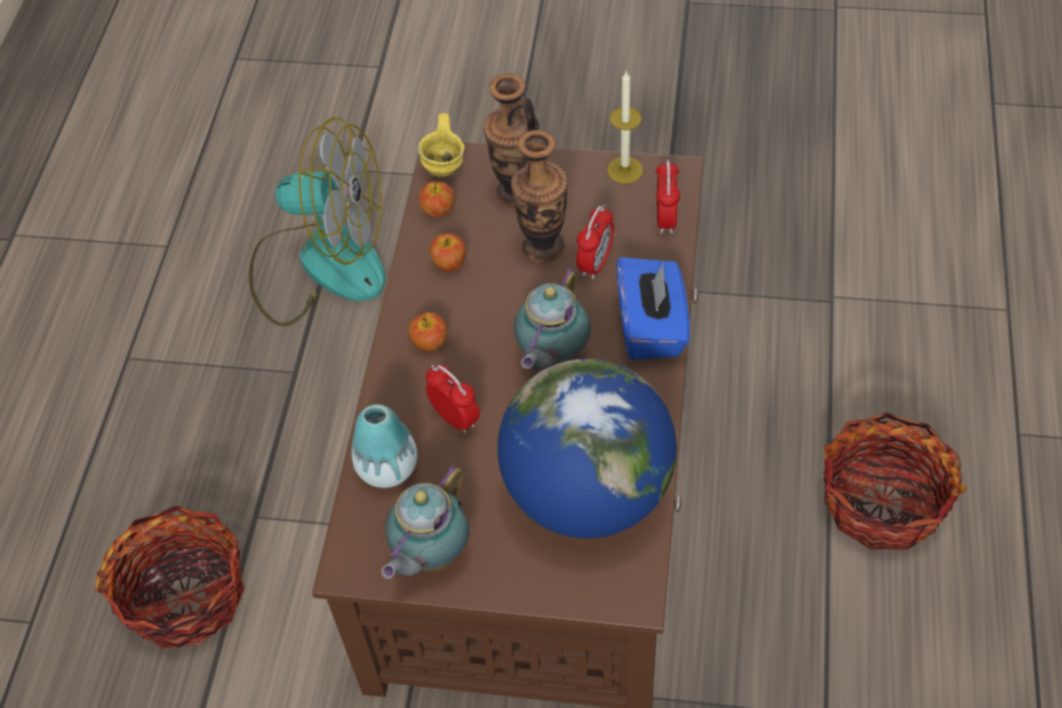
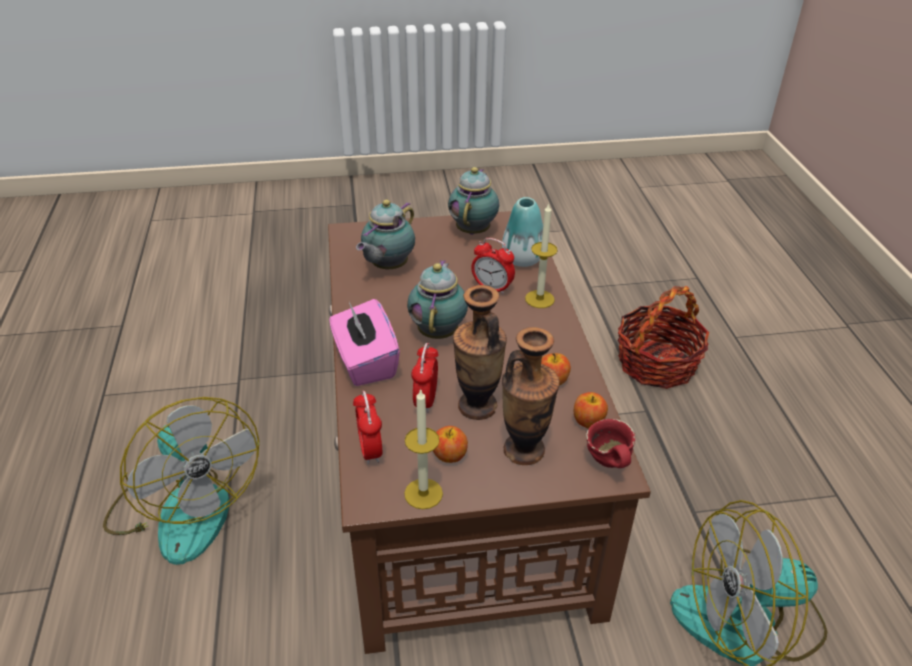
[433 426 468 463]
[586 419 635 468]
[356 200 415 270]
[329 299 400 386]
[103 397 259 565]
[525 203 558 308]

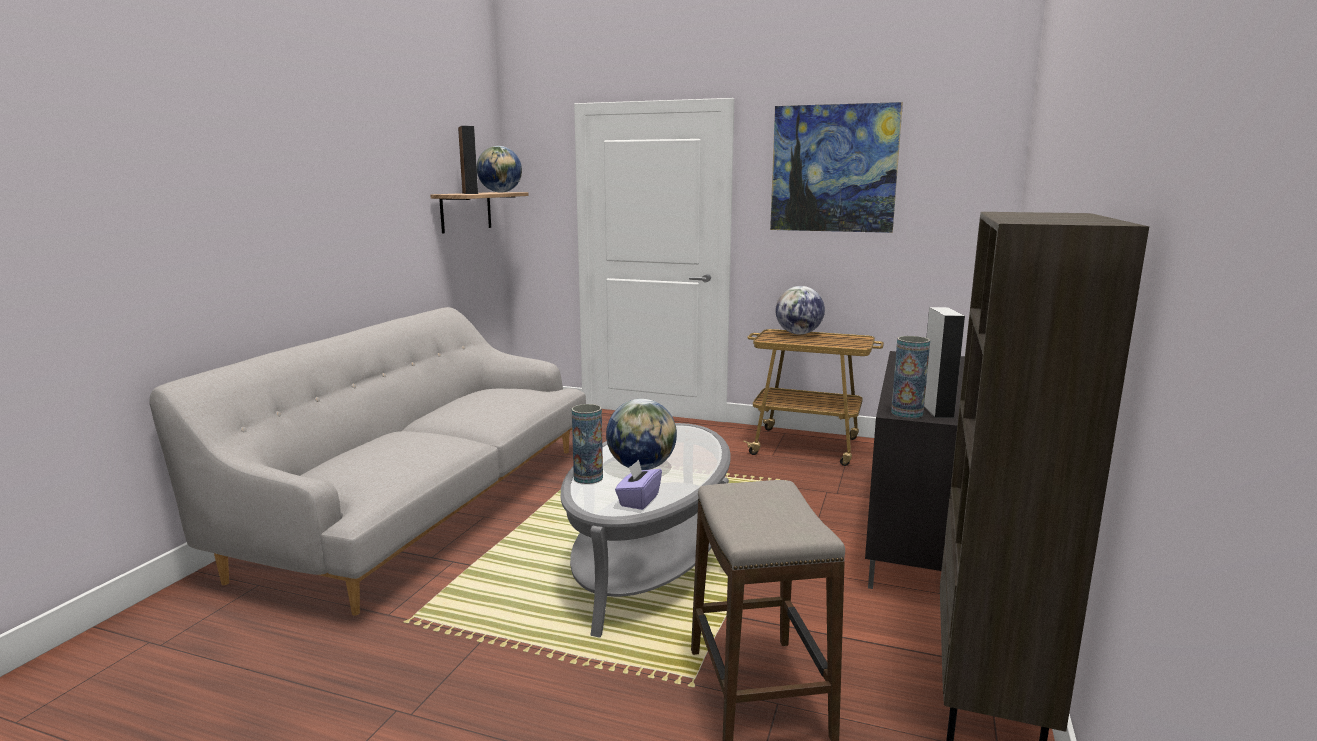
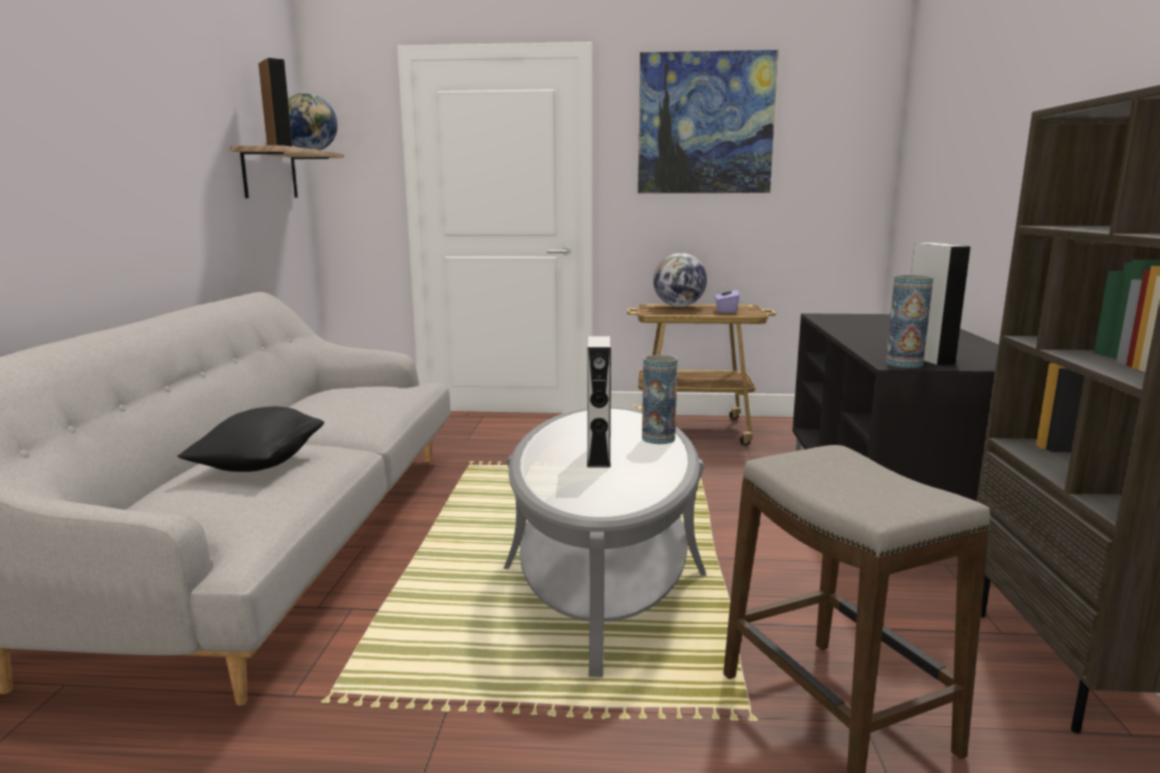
[642 355 678 444]
[587 336 611 467]
[715 286 740 313]
[178 406 324 472]

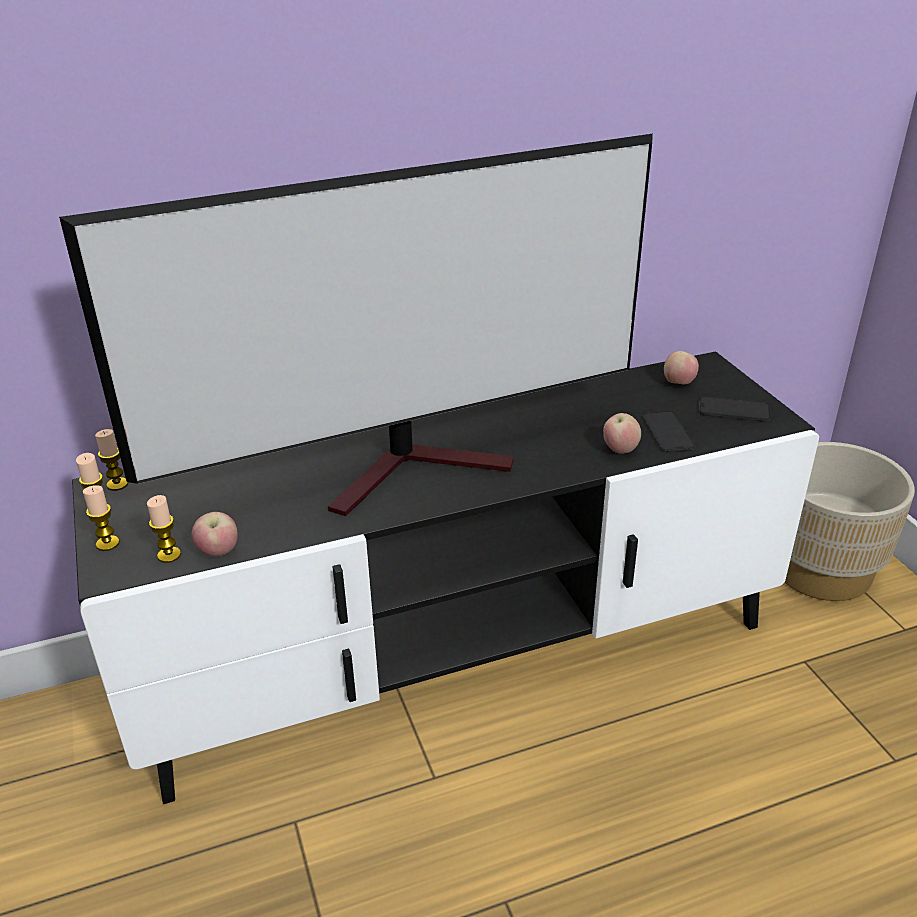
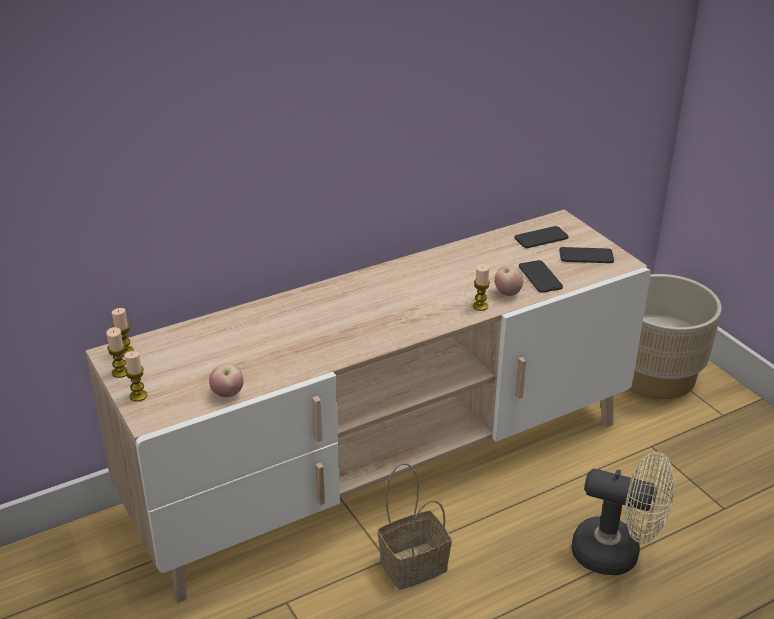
[59 134 653 516] (first image)
[85 210 651 603]
[473 264 490 311]
[514 226 569 248]
[378 463 452 590]
[571 452 674 575]

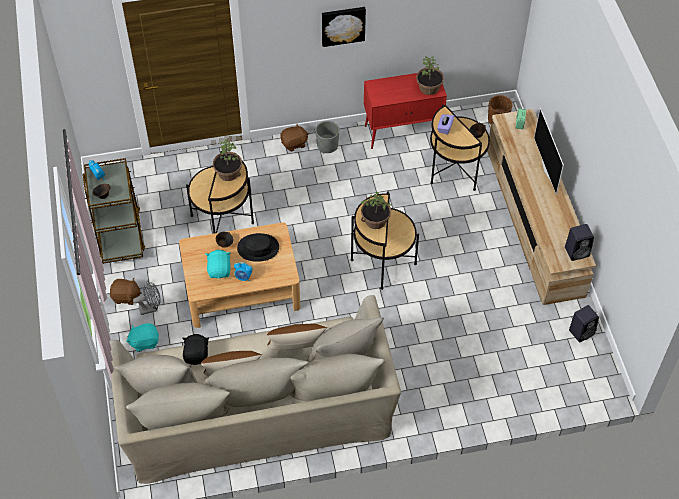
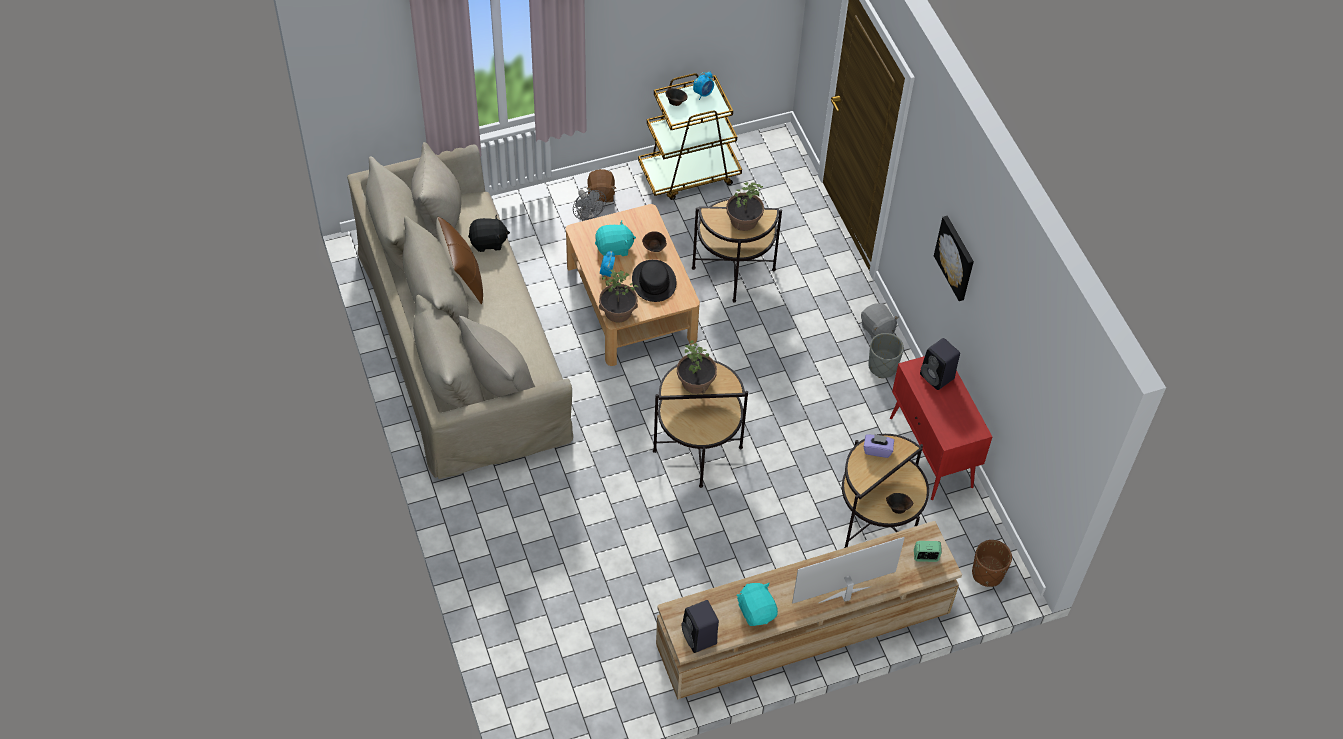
[736 583 778 626]
[267 324 327 350] (first image)
[861 303 899 339]
[599 270 638 323]
[920 338 960 390]

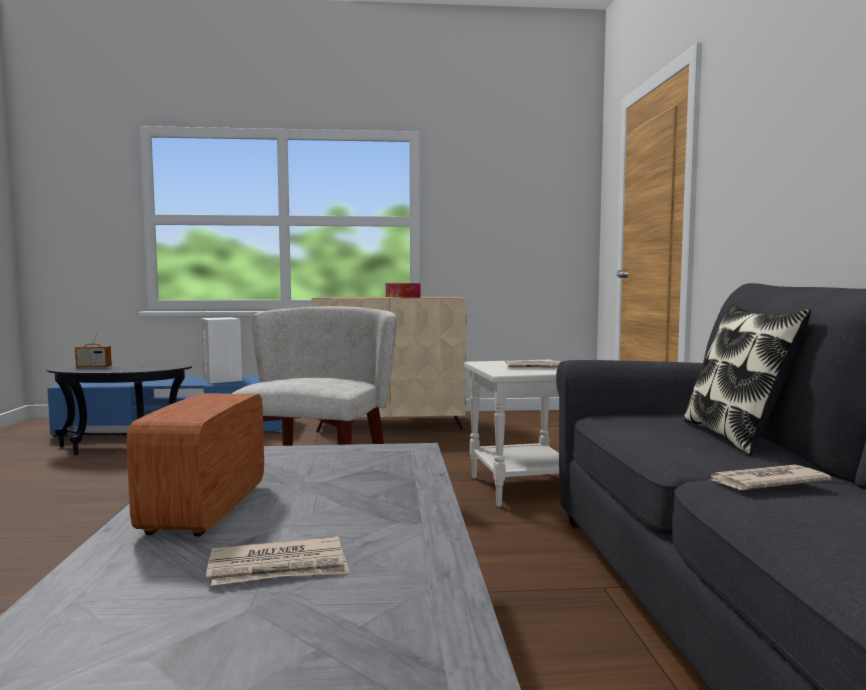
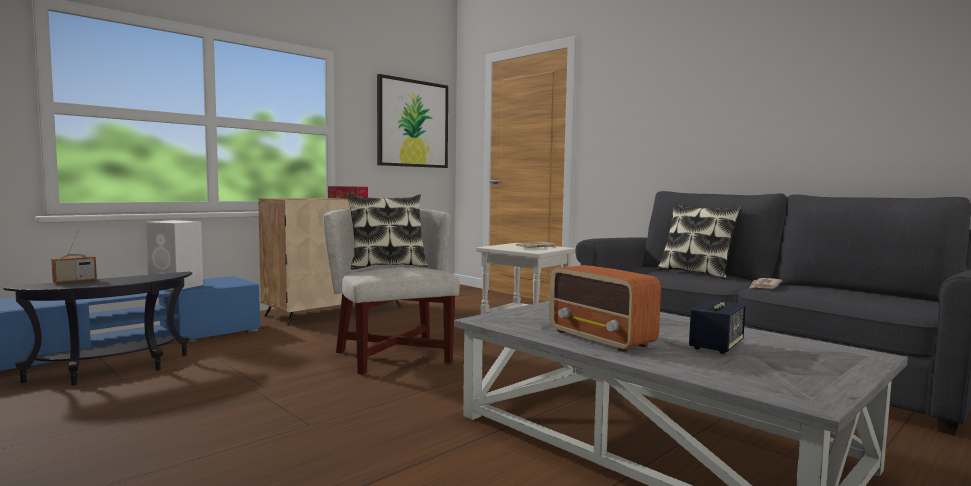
[689 300 746 354]
[347 194 428 270]
[377 74 448 168]

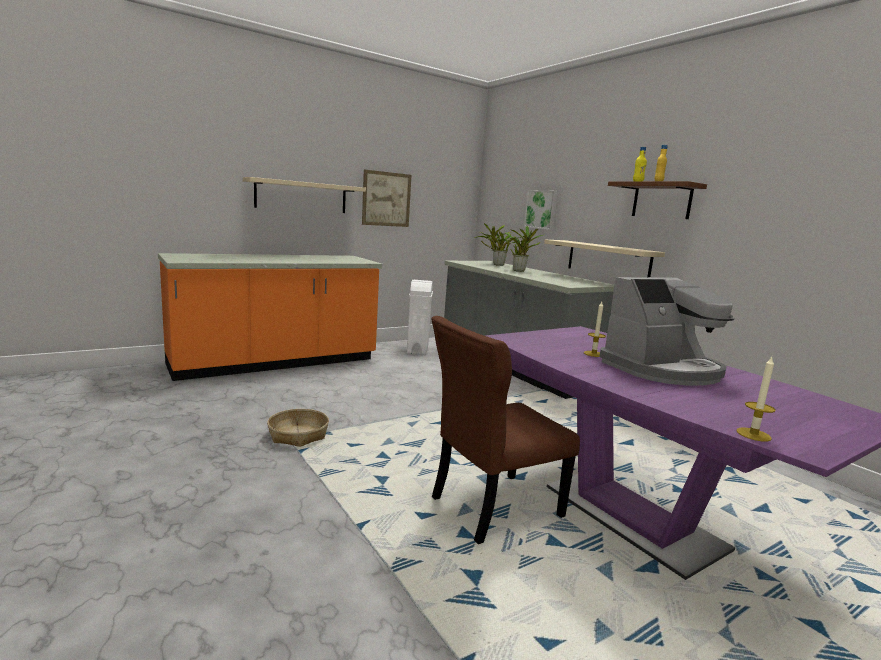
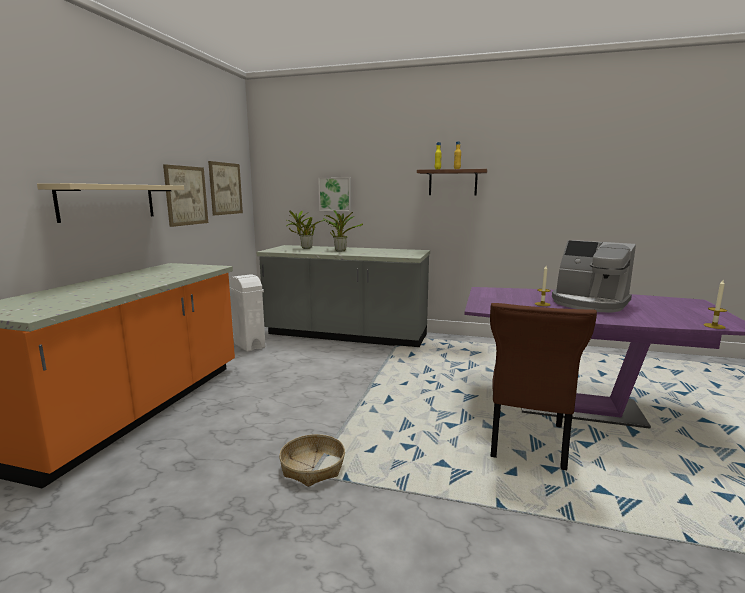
[544 240 665 278] (first image)
[552 240 636 313]
[208 161 243 215]

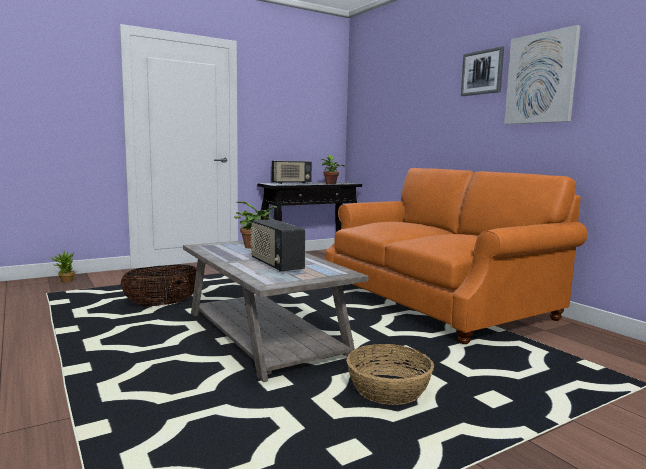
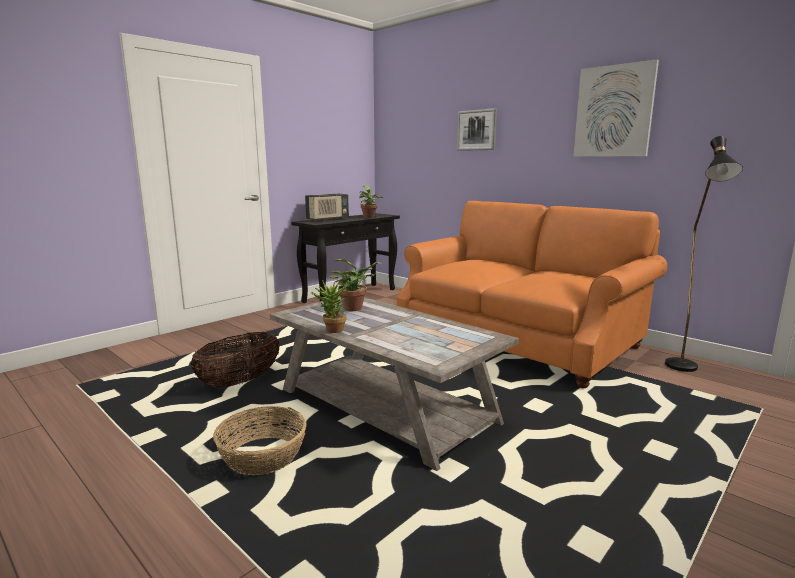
[310 280 347 333]
[250 219 306 272] (first image)
[213 406 307 475]
[457 108 497 151]
[665 136 743 372]

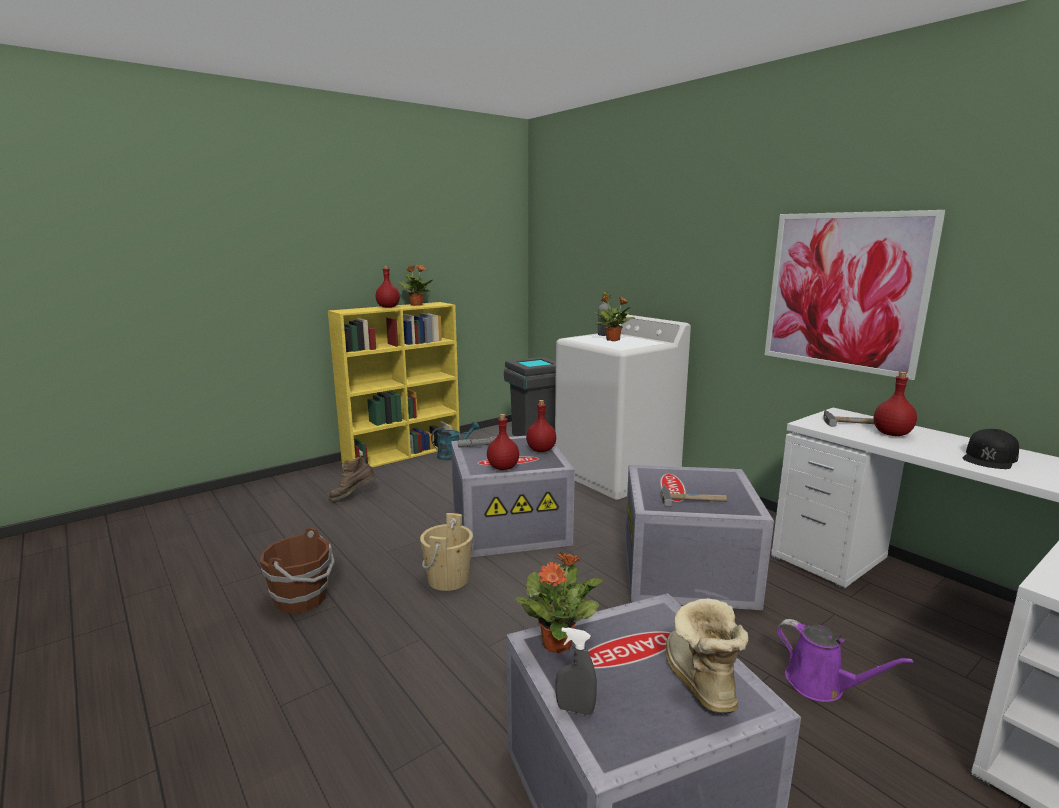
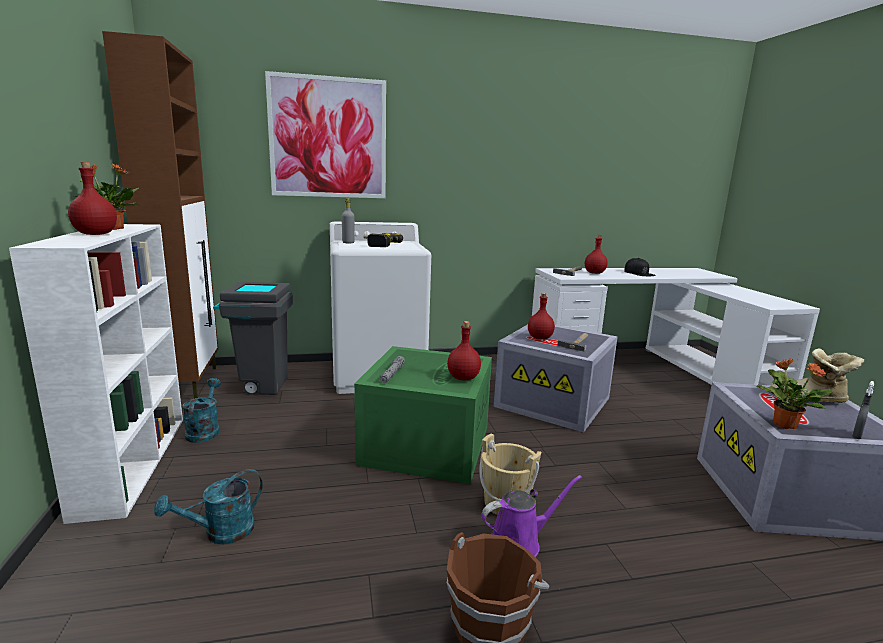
[9 224 183 524]
[154 469 263 544]
[354 346 492 484]
[528 293 555 340]
[364 233 403 247]
[265 71 386 198]
[482 475 582 557]
[102 31 218 399]

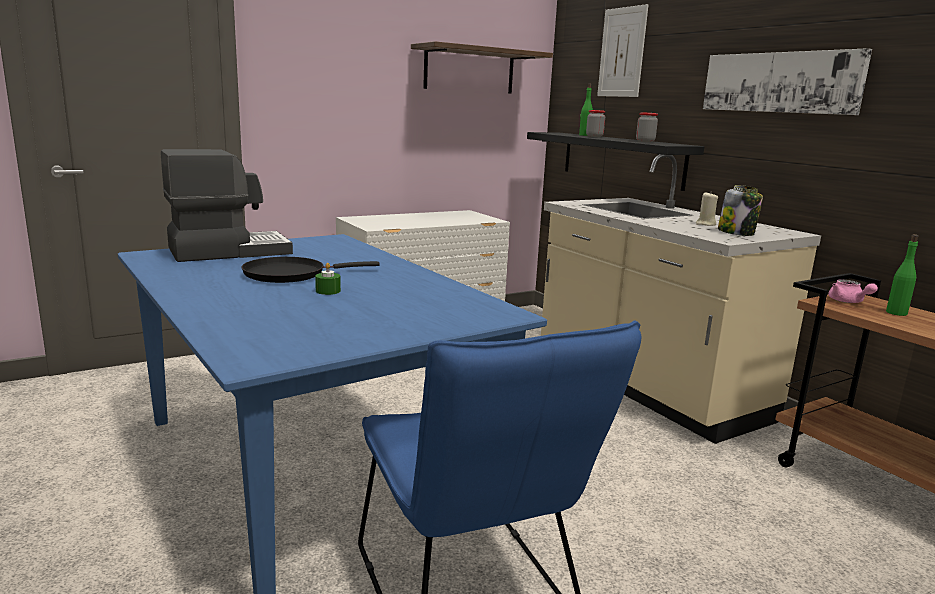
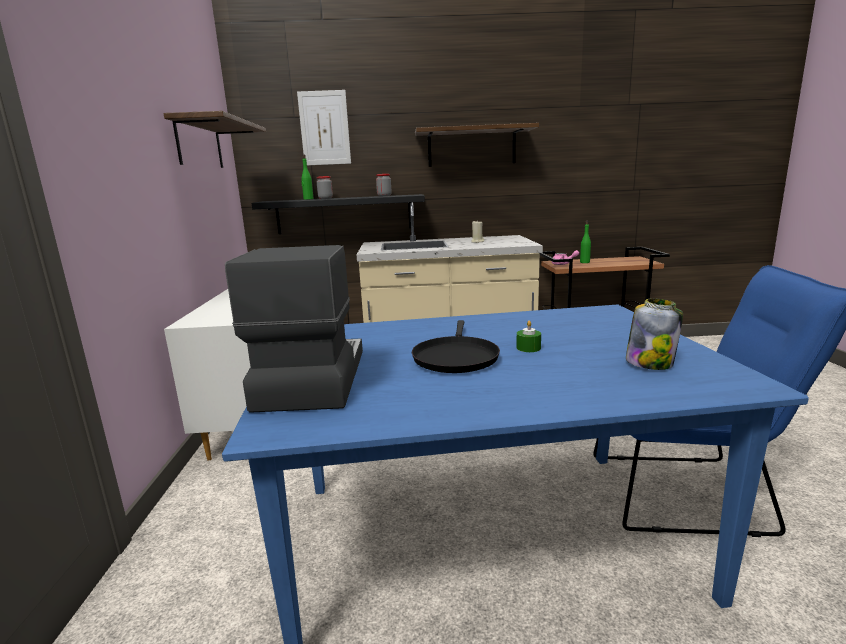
[415 123 539 167]
[626 298 683 370]

